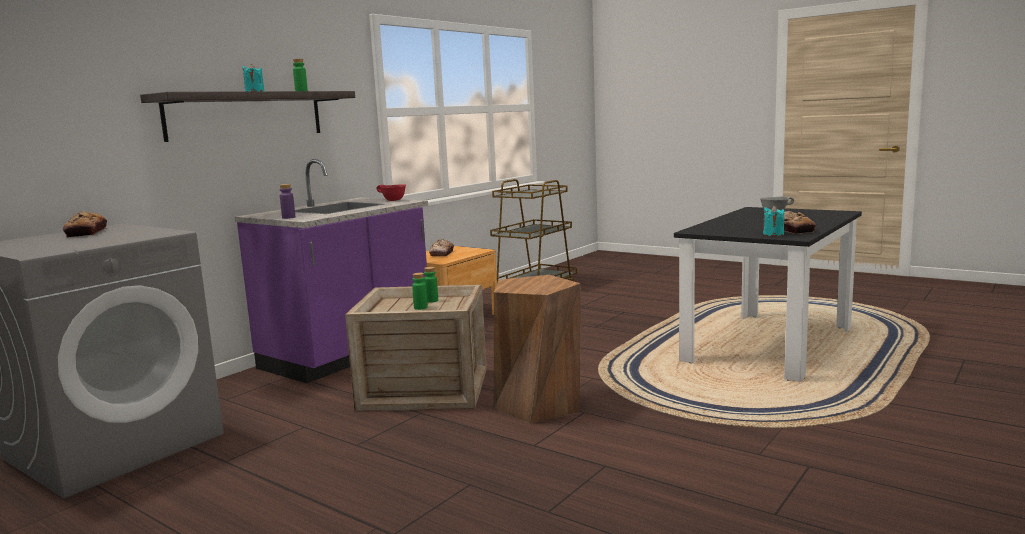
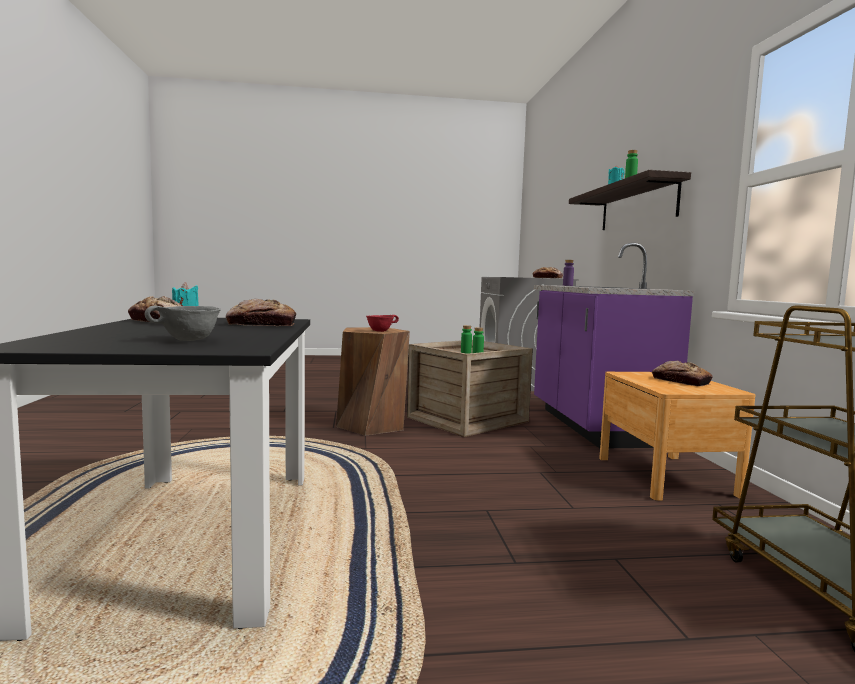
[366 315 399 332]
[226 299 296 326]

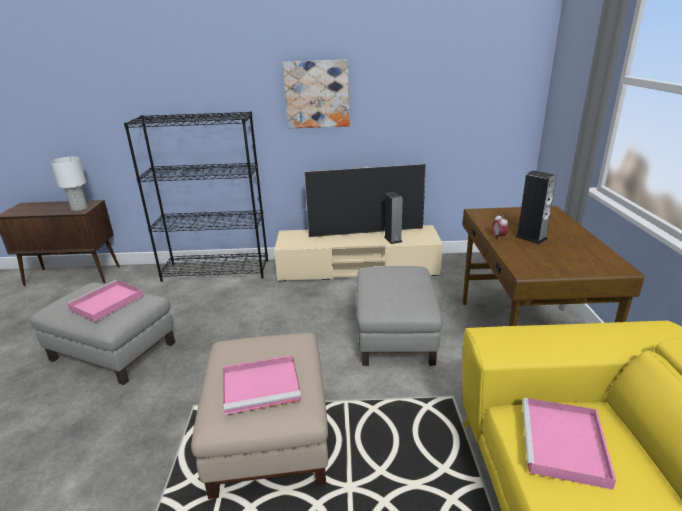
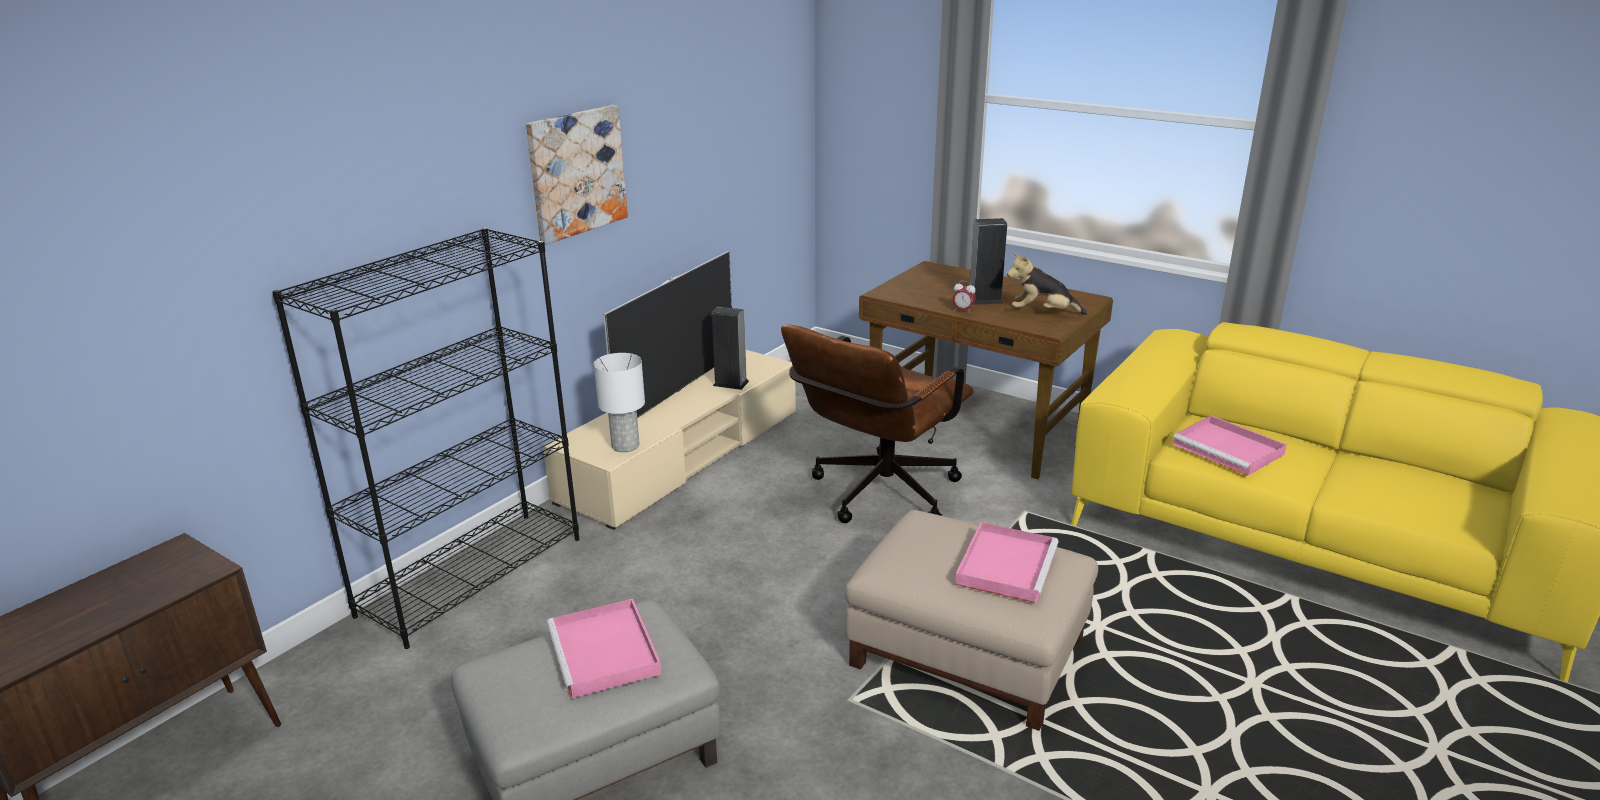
[594 353 645 452]
[781 325 974 523]
[1007 252 1088 315]

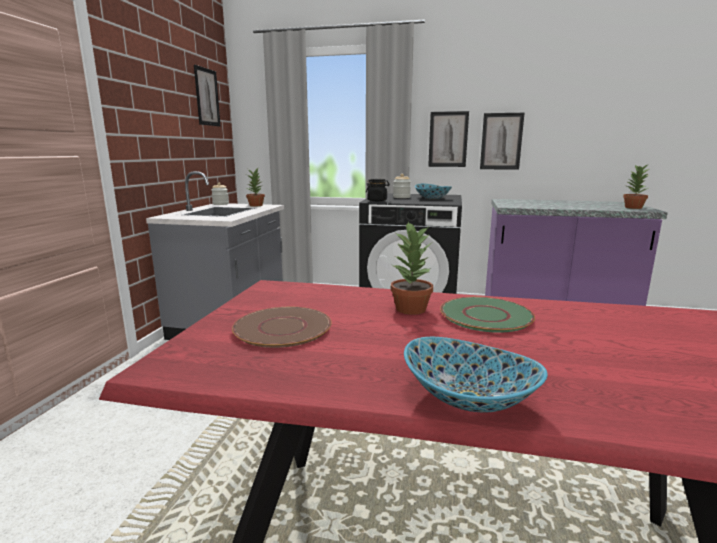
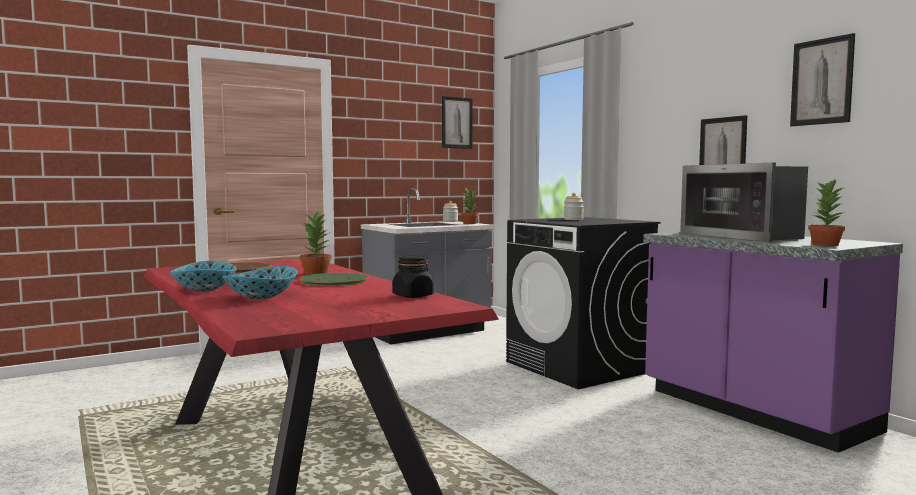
[393 255 434 298]
[222 266 298 299]
[790 33 855 126]
[680 163 808 242]

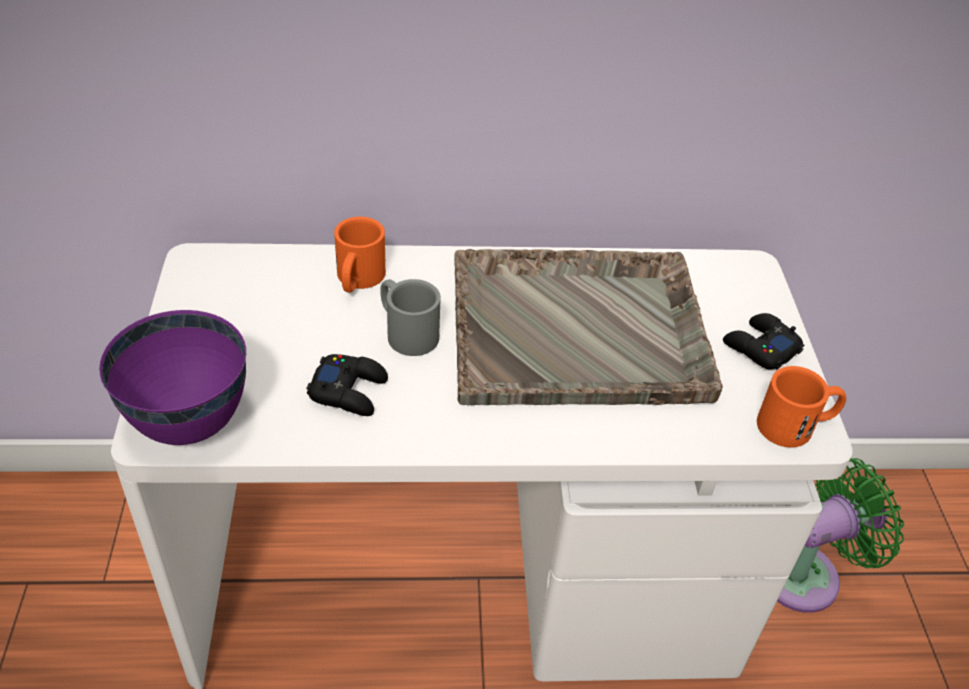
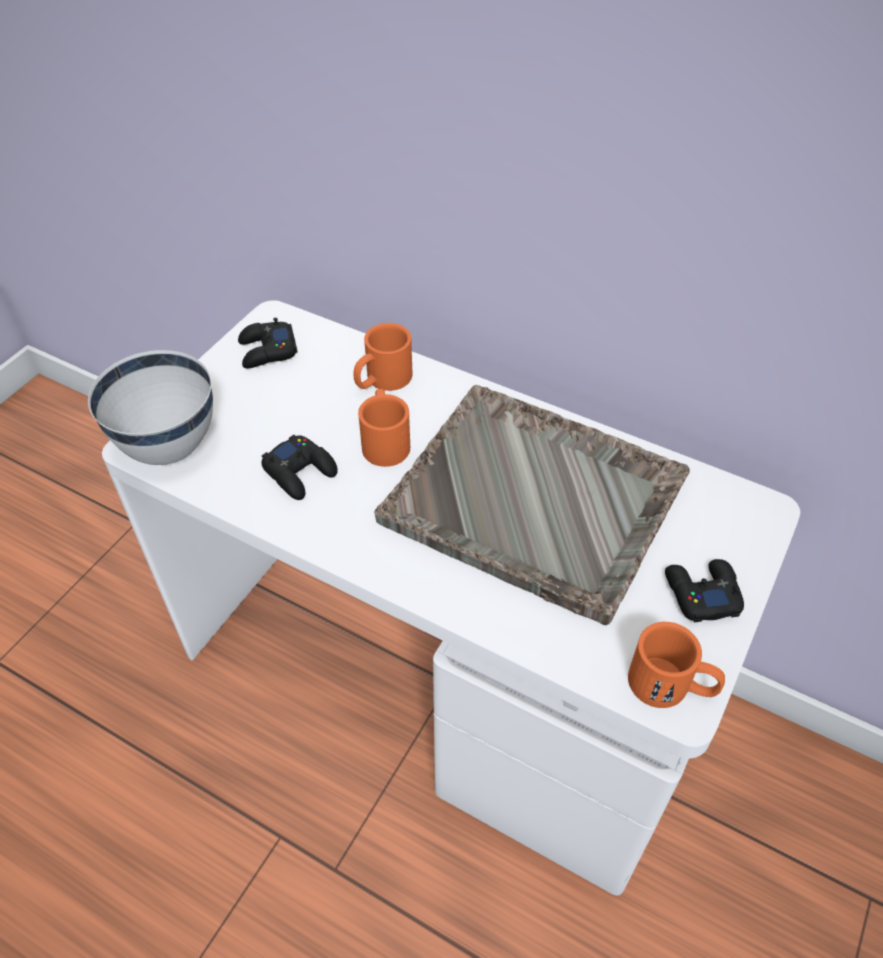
[88 350 213 465]
[358 389 410 467]
[777 458 904 613] (first image)
[238 318 298 369]

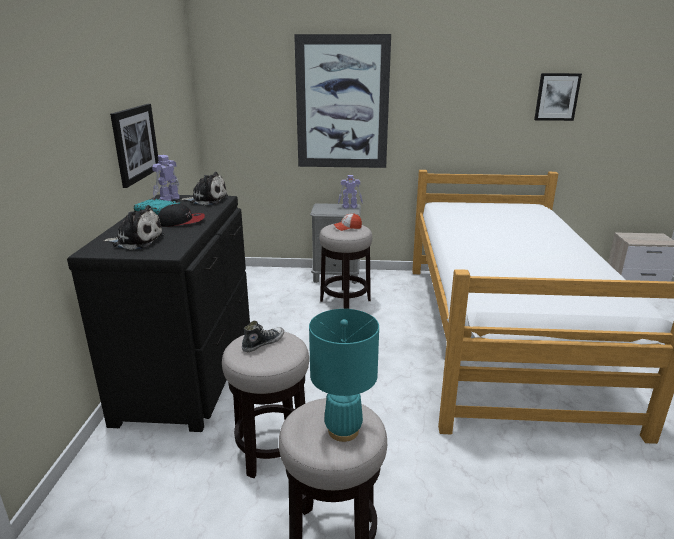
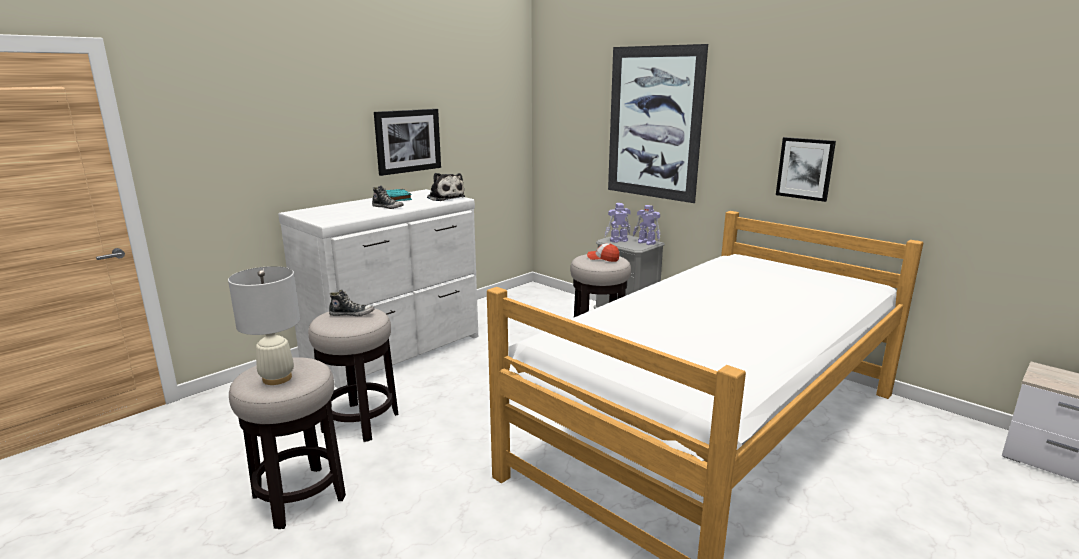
[278 189 478 388]
[103 205 165 250] (first image)
[605 203 631 243]
[372 185 404 209]
[228 266 300 385]
[776 137 836 202]

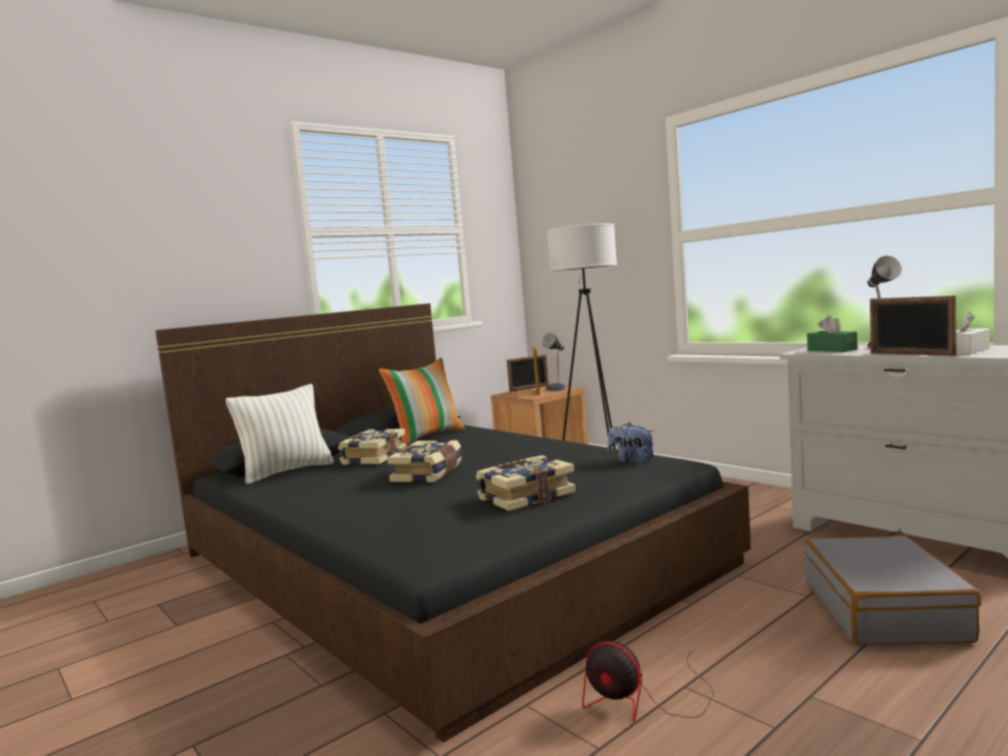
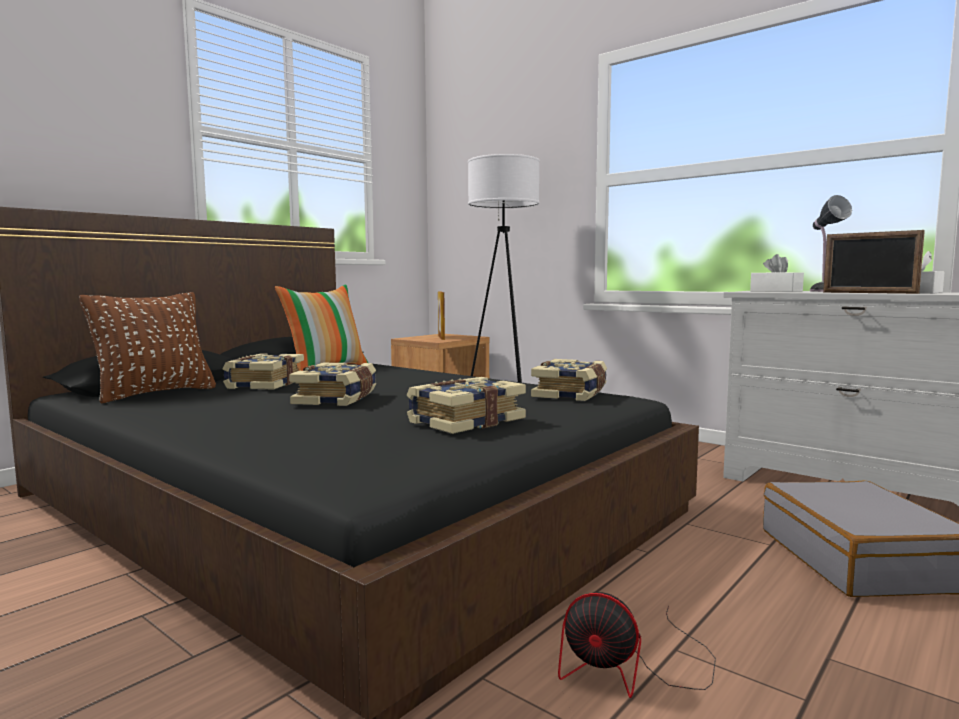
[79 292 216 403]
[507 354 549 392] (first image)
[543 333 567 392] (first image)
[531 359 607 401]
[750 254 804 292]

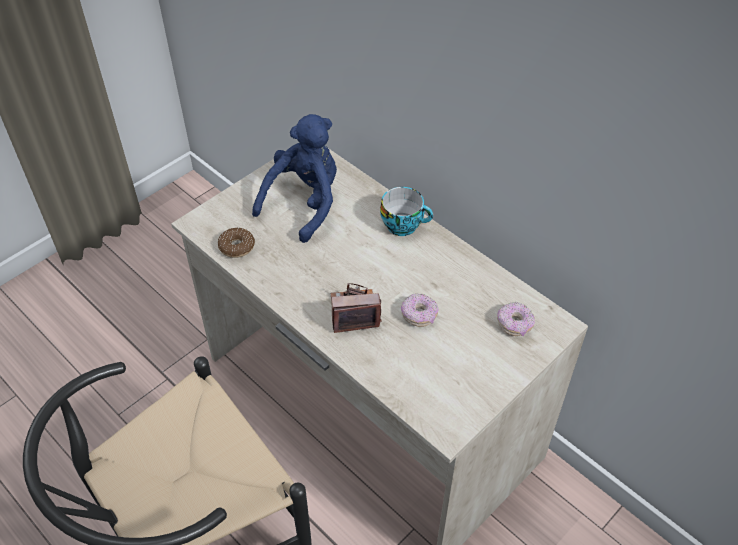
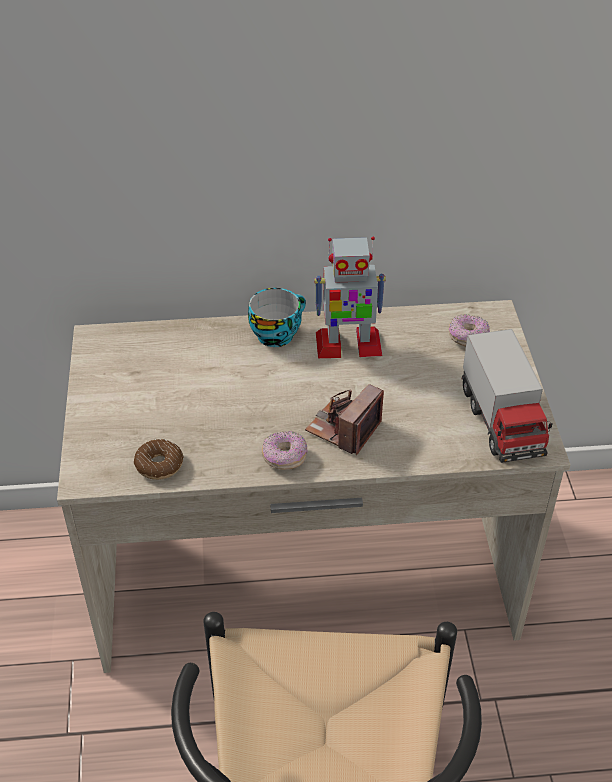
[252 114 337 243] (first image)
[262 431 308 470]
[314 237 386 358]
[462 329 553 463]

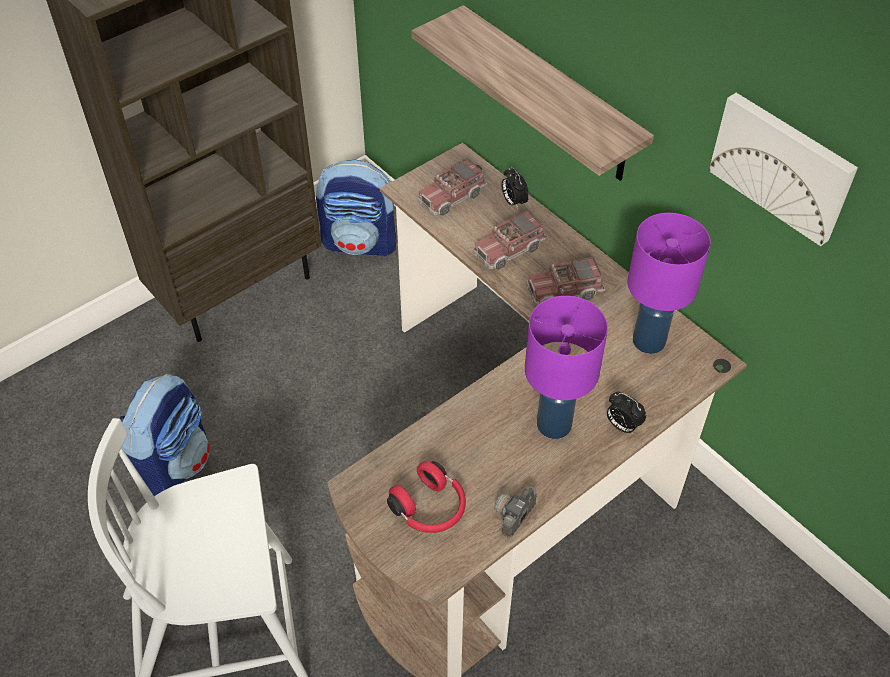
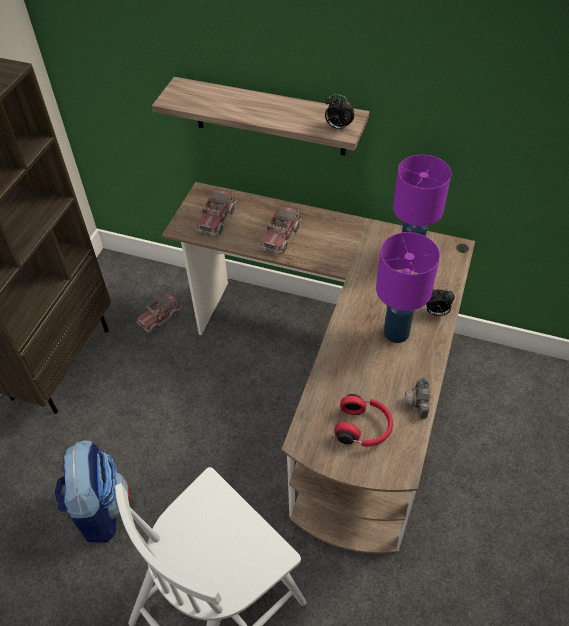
[316 160 396 257] (first image)
[325 94 355 131]
[137 292 182 333]
[709 93 858 246] (first image)

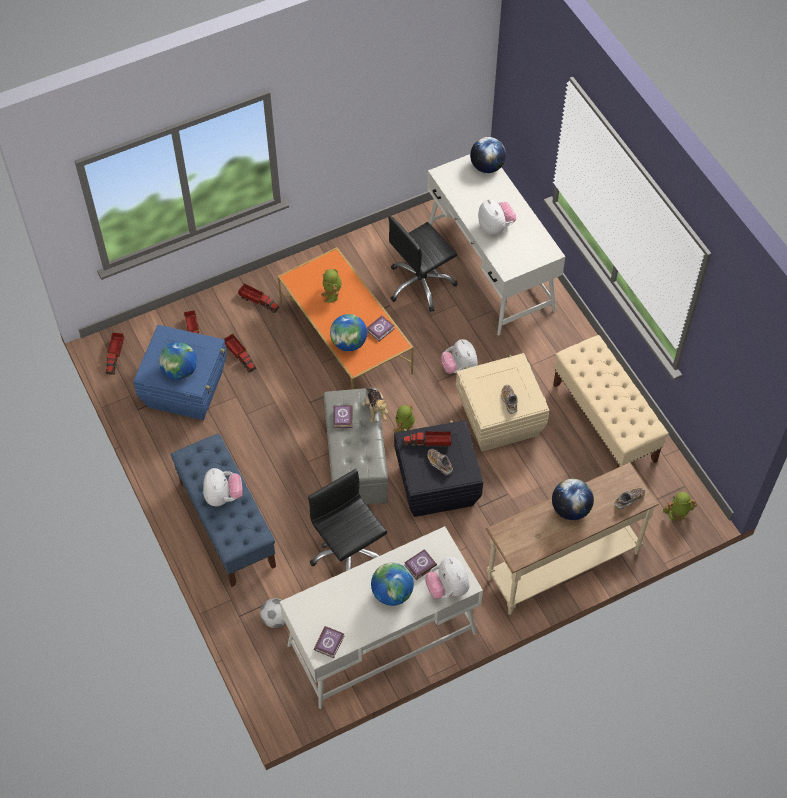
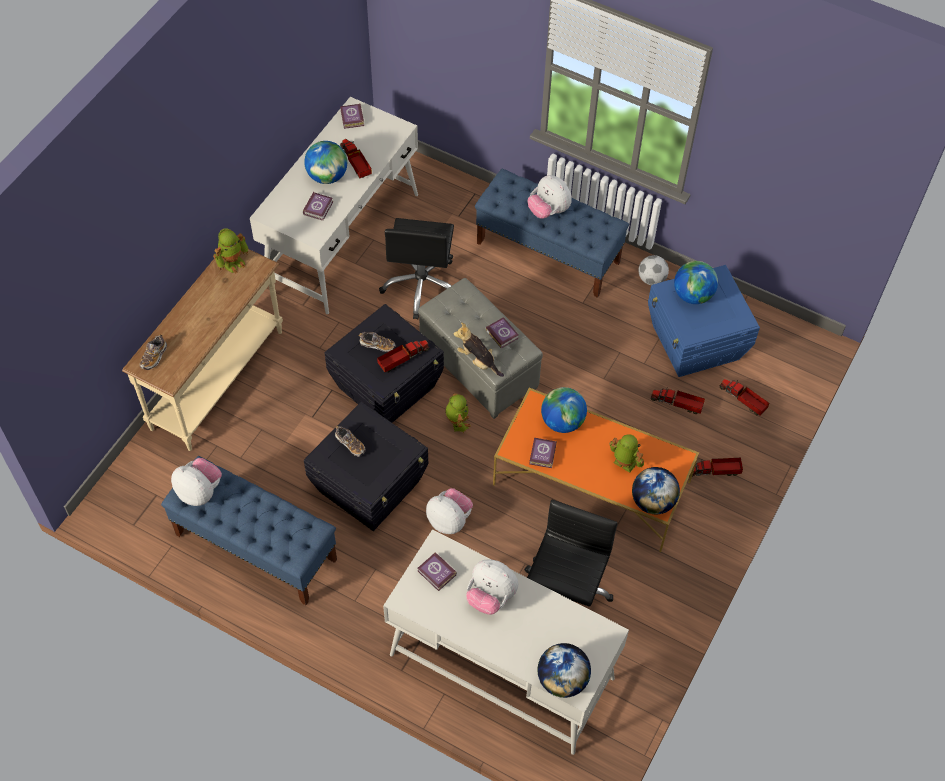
[340 139 372 179]
[638 255 669 285]
[379 218 454 319]
[171 458 222 506]
[304 402 428 531]
[632 467 680 514]
[161 456 337 605]
[213 229 249 274]
[418 552 457 591]

